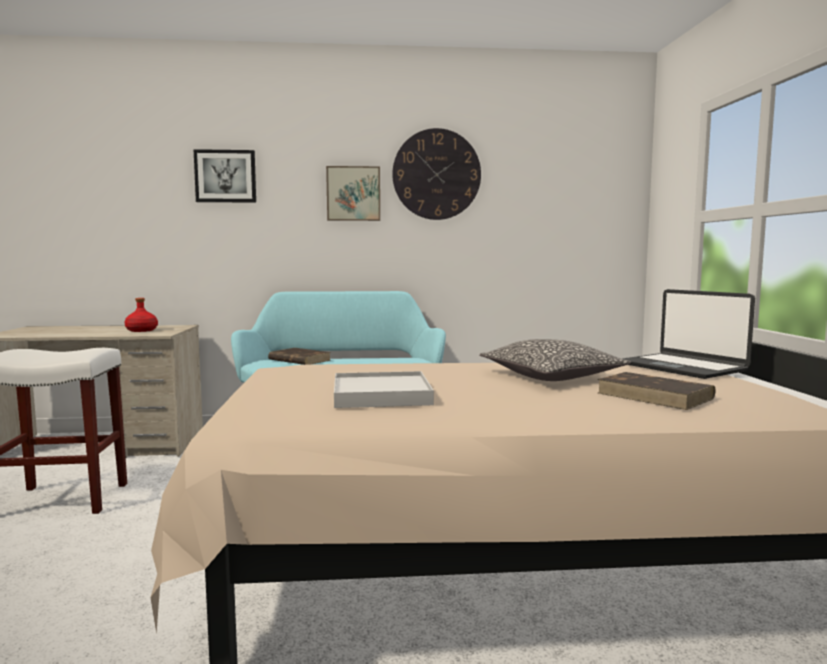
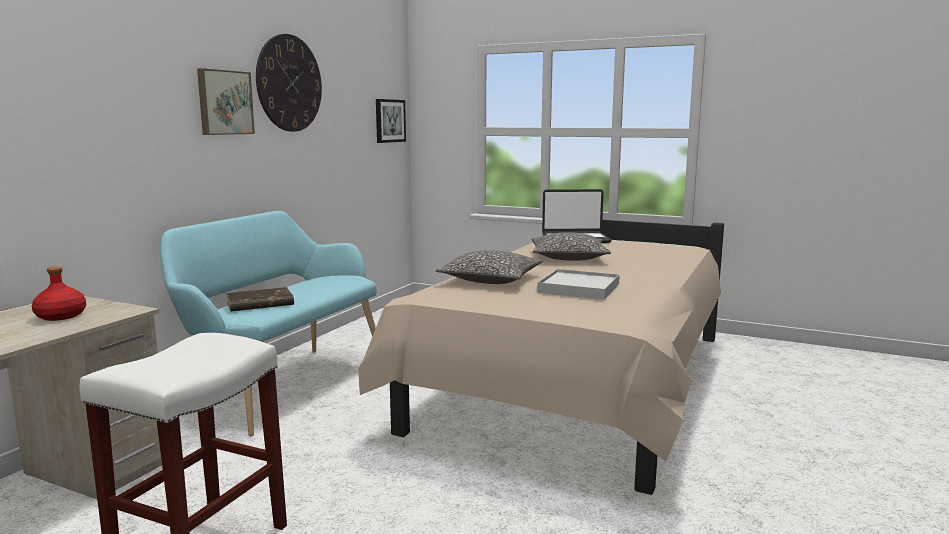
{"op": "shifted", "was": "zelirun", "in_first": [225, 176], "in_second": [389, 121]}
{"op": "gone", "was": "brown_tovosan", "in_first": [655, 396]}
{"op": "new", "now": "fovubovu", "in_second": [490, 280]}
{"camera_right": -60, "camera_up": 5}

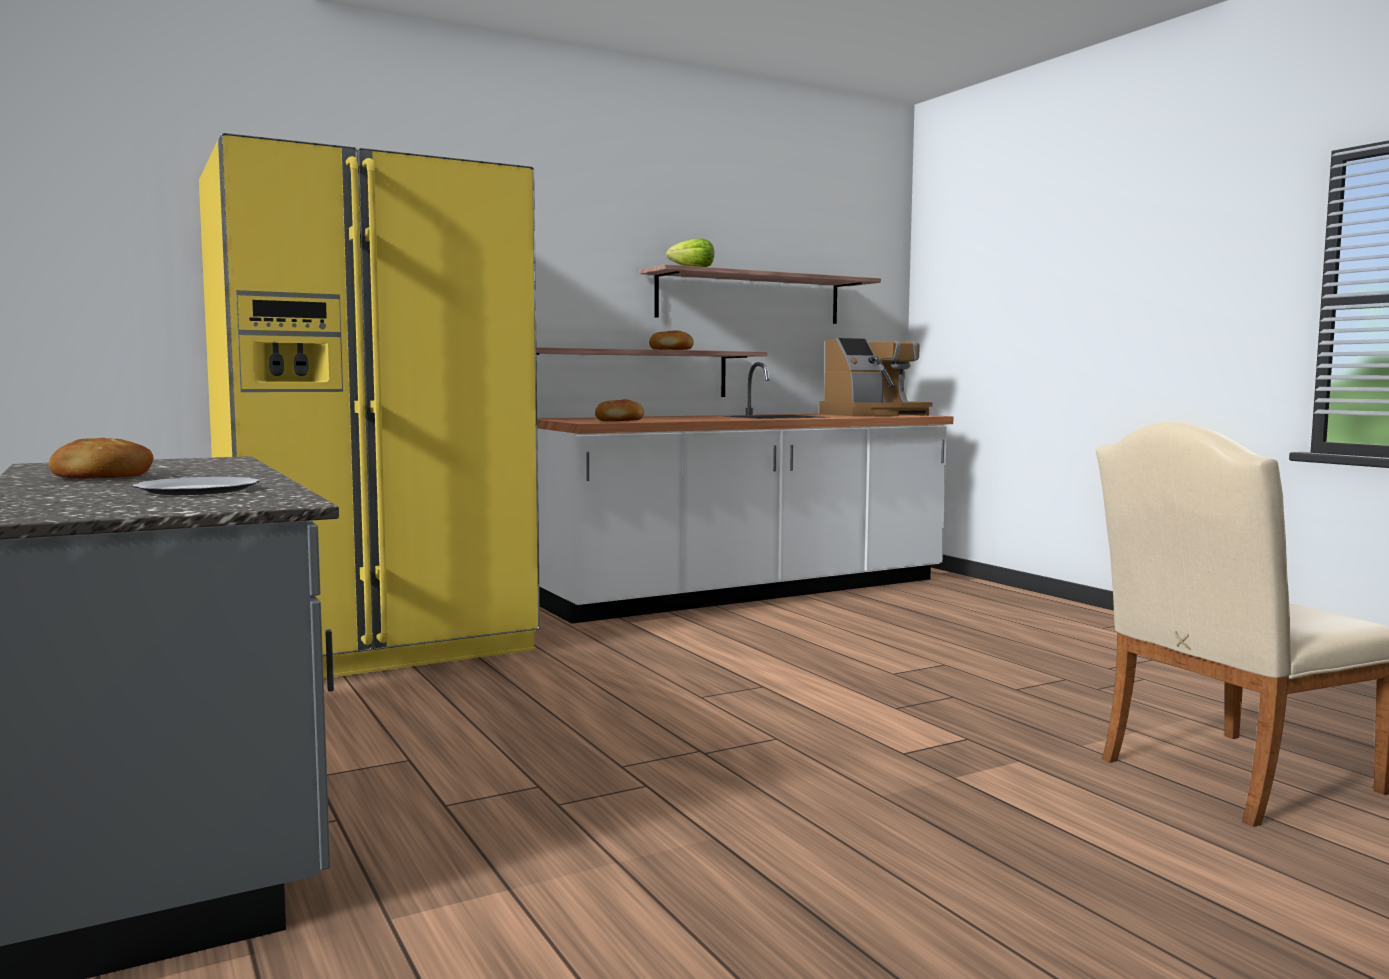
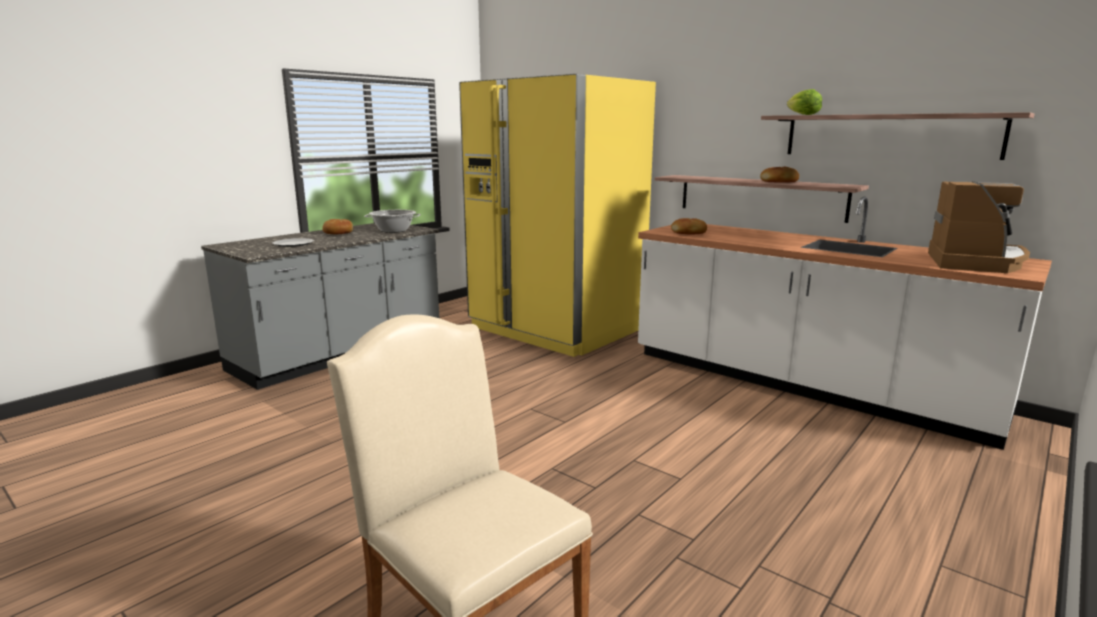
{"op": "rotated", "was": "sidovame", "in_first": [874, 414], "in_second": [976, 262], "clockwise": -105}
{"op": "new", "now": "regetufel", "in_second": [394, 230]}
{"camera_right": 70, "camera_up": 10}

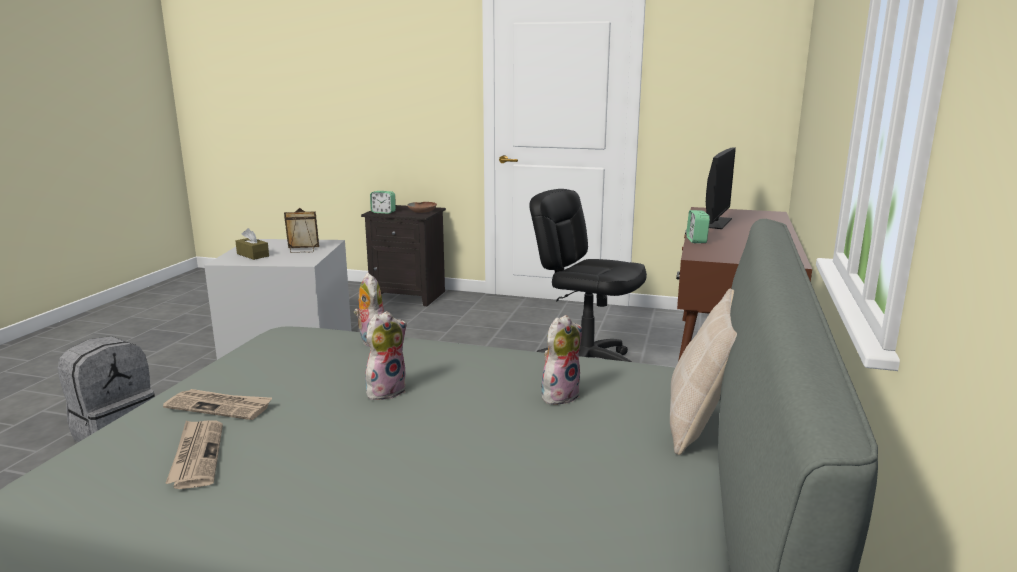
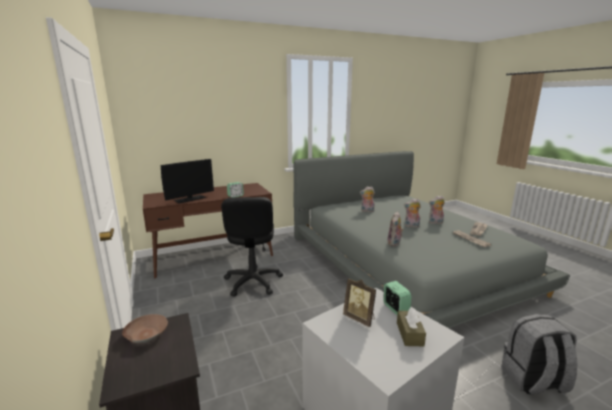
{"op": "rotated", "was": "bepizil", "in_first": [714, 222], "in_second": [190, 199], "clockwise": 150}
{"op": "shifted", "was": "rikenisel", "in_first": [383, 212], "in_second": [395, 309]}
{"op": "gone", "was": "beige_fovubovu", "in_first": [698, 424]}
{"op": "new", "now": "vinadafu", "in_second": [435, 222]}
{"camera_right": -130, "camera_up": 0}

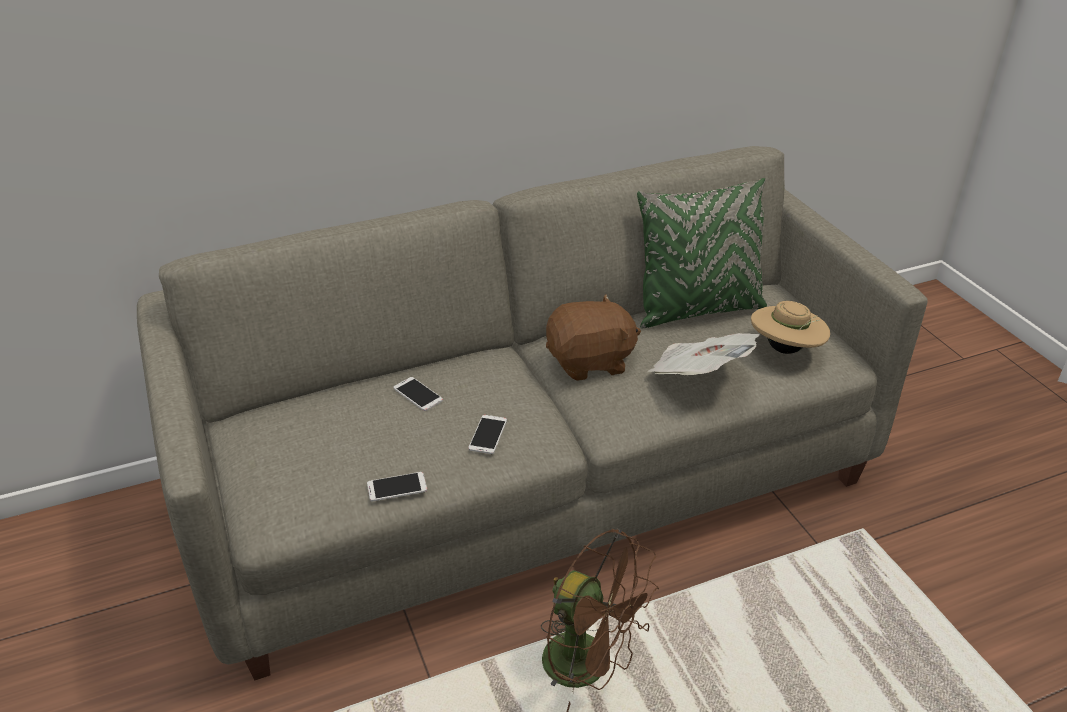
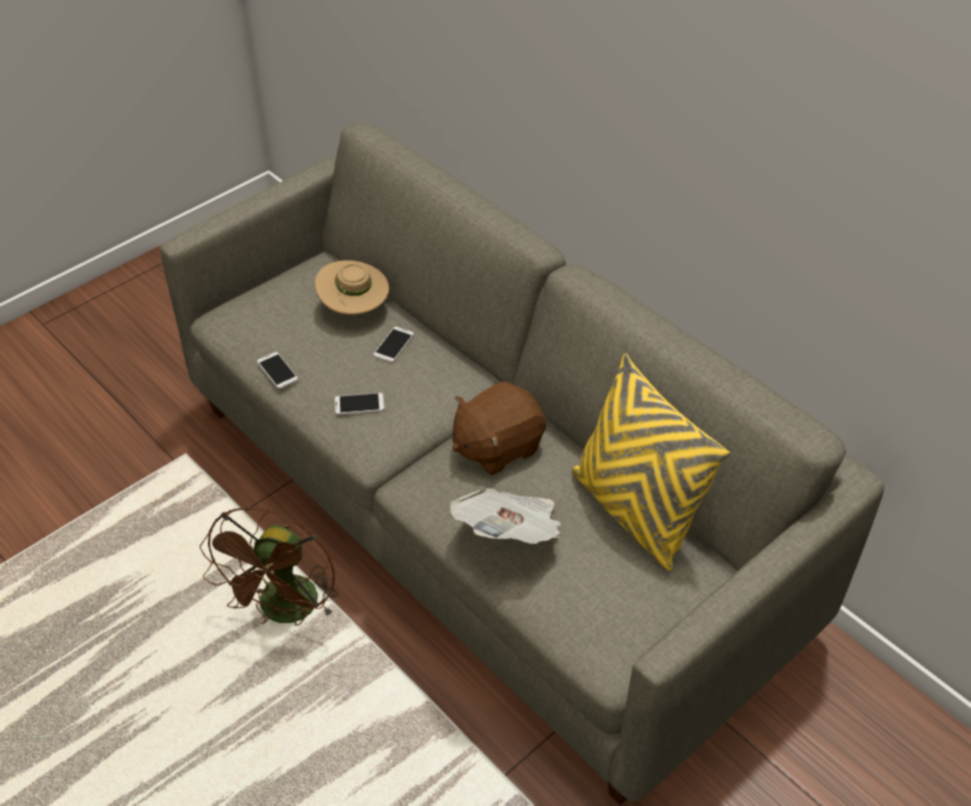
{"op": "repainted", "was": "green_fovubovu", "now": "yellow_fovubovu", "in_first": [697, 309], "in_second": [634, 511]}
{"op": "rotated", "was": "brown_vinadafu", "in_first": [590, 362], "in_second": [497, 446], "clockwise": 90}
{"op": "shifted", "was": "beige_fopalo", "in_first": [785, 350], "in_second": [354, 308]}
{"camera_right": 70, "camera_up": 10}

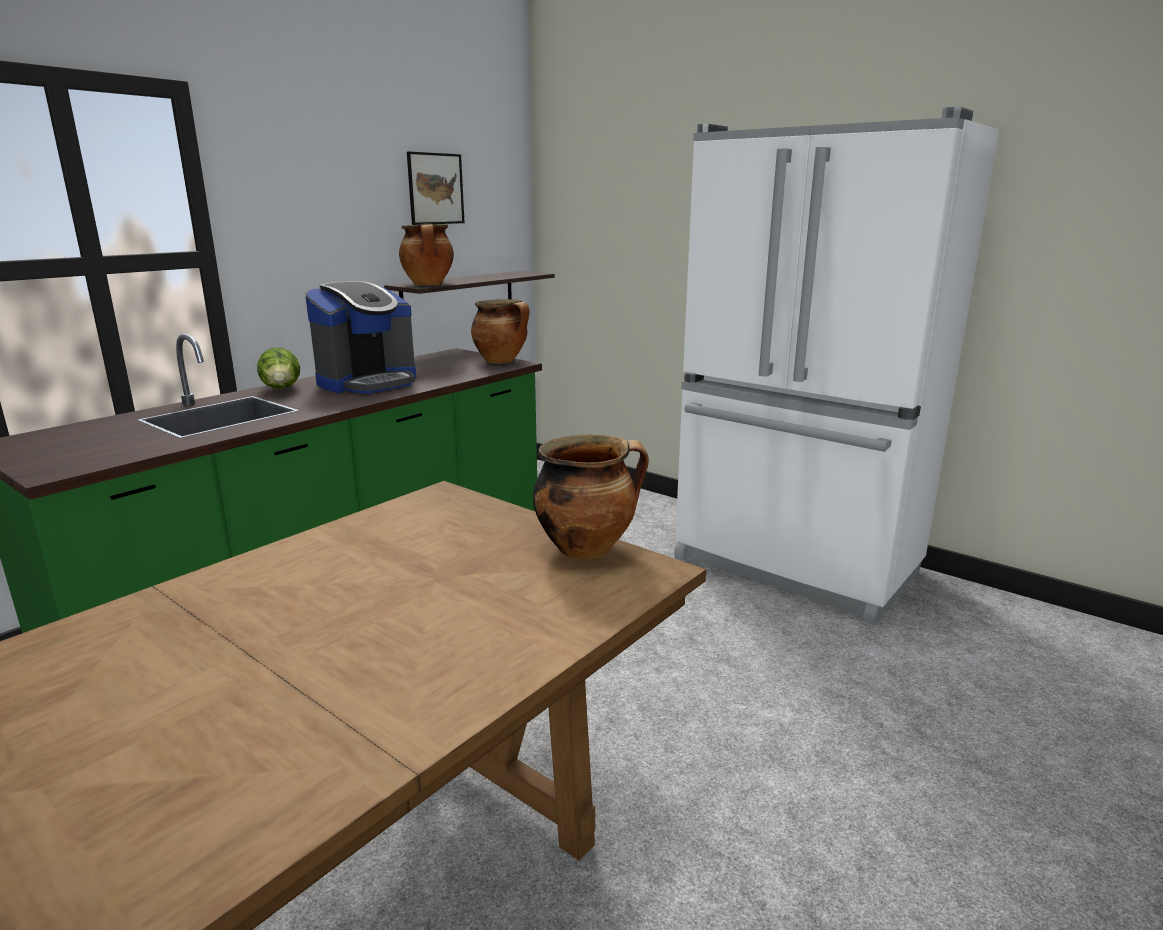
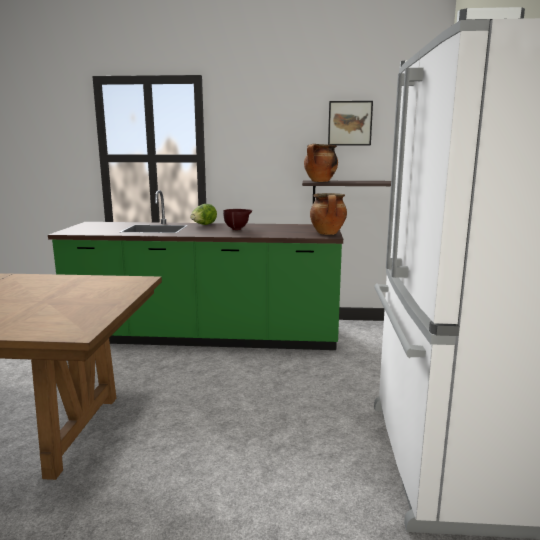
{"op": "swapped", "was": "sidovame", "now": "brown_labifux", "in_first": [368, 382], "in_second": [238, 229]}
{"op": "gone", "was": "regetufel", "in_first": [587, 548]}
{"camera_right": 55, "camera_up": -5}

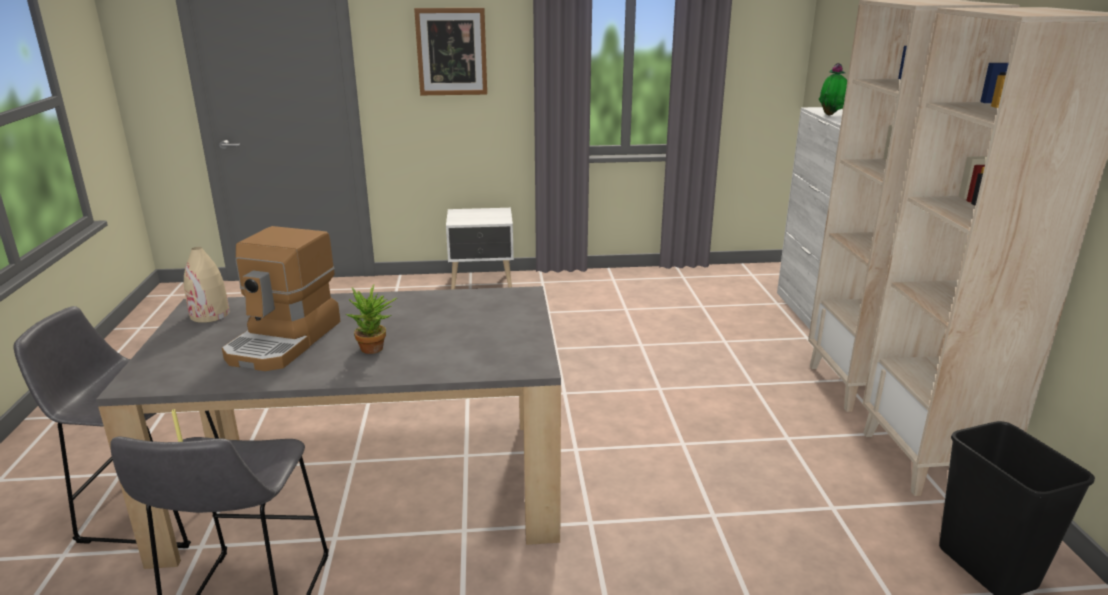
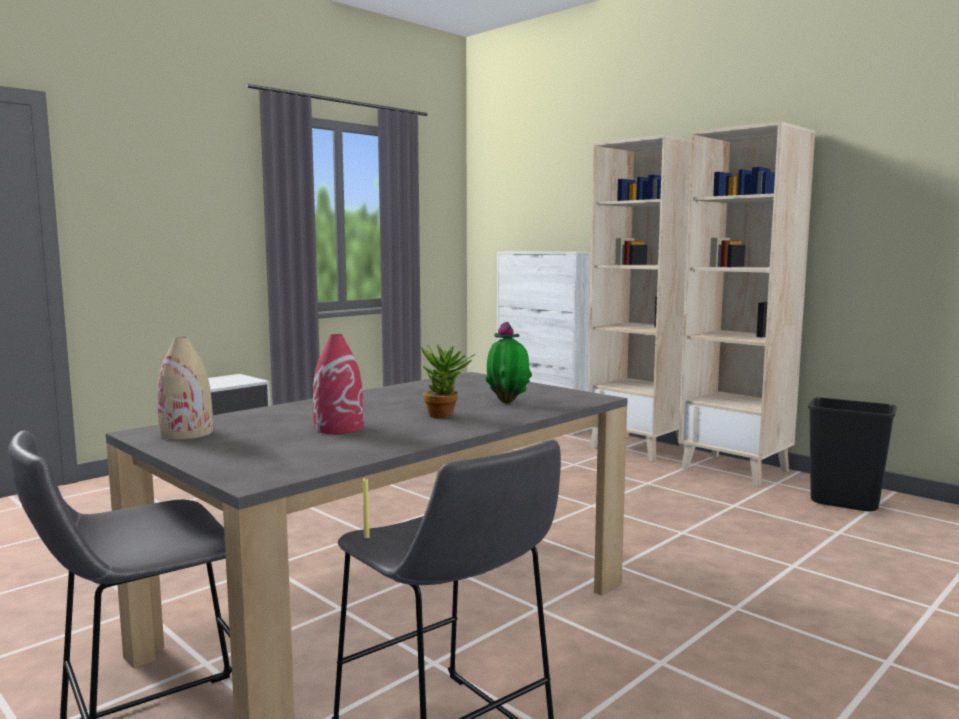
{"op": "gone", "was": "zelirun", "in_first": [451, 52]}
{"op": "shifted", "was": "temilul", "in_first": [831, 115], "in_second": [508, 402]}
{"op": "swapped", "was": "sidovame", "now": "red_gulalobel", "in_first": [285, 341], "in_second": [339, 428]}
{"camera_right": -40, "camera_up": -15}

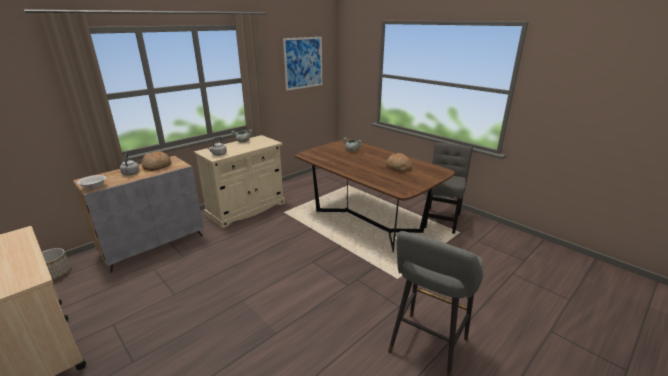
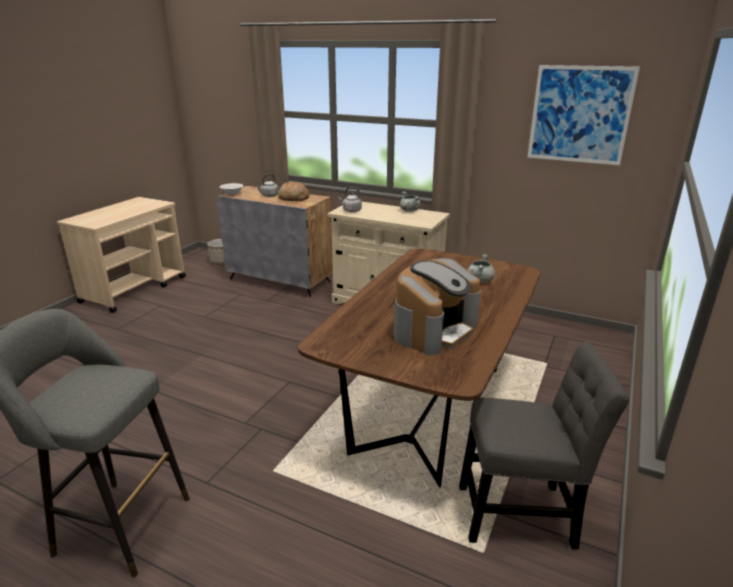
{"op": "swapped", "was": "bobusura", "now": "sidovame", "in_first": [398, 167], "in_second": [434, 330]}
{"camera_right": 70, "camera_up": 0}

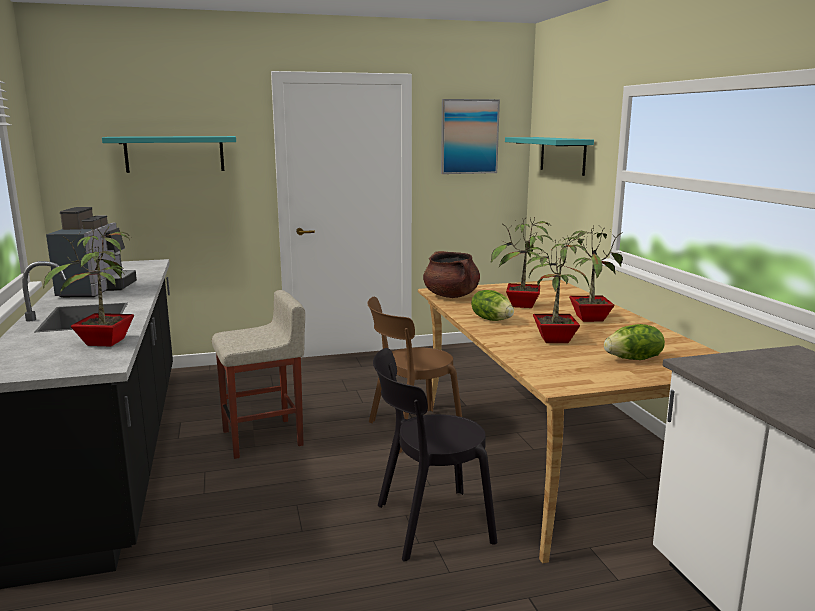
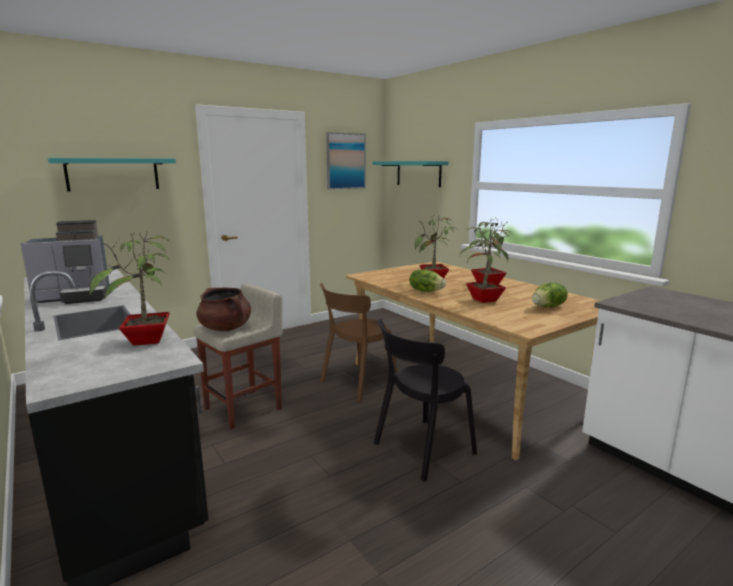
{"op": "rotated", "was": "sidovame", "in_first": [96, 289], "in_second": [76, 297], "clockwise": 90}
{"op": "shifted", "was": "brown_regetufel", "in_first": [451, 296], "in_second": [226, 328]}
{"camera_right": -20, "camera_up": 0}

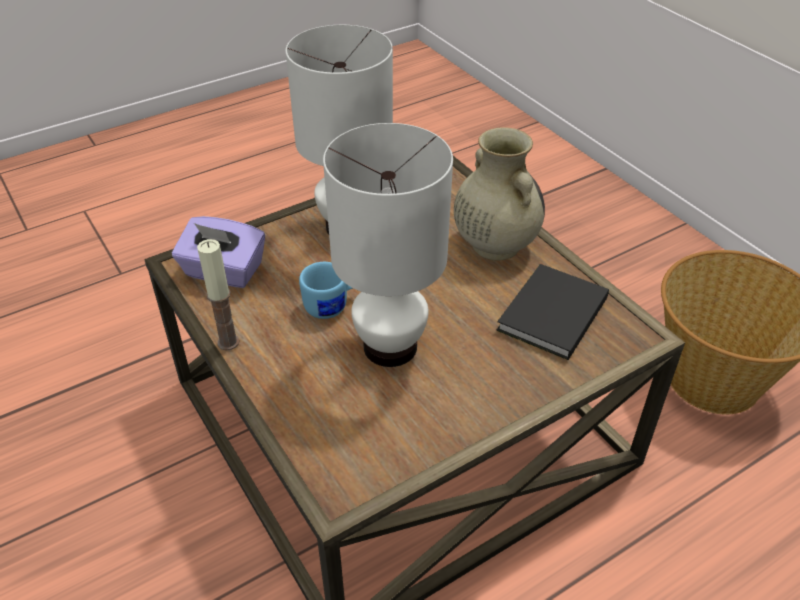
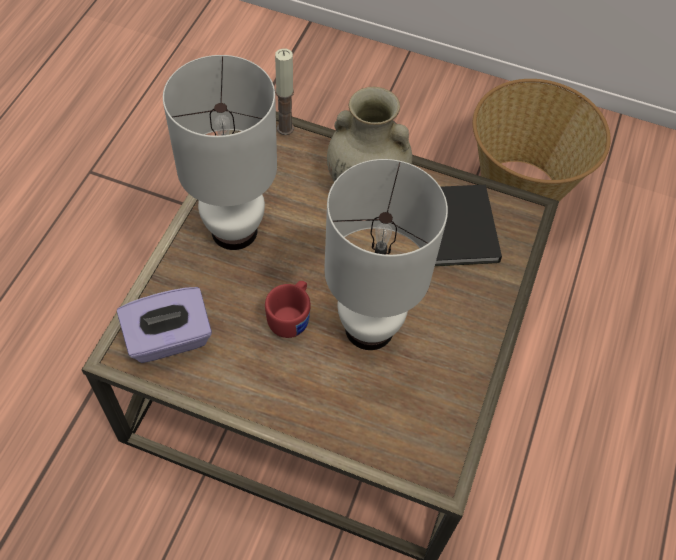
{"op": "shifted", "was": "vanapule", "in_first": [228, 342], "in_second": [285, 128]}
{"op": "repainted", "was": "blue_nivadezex", "now": "red_nivadezex", "in_first": [332, 305], "in_second": [292, 317]}
{"camera_right": -40, "camera_up": 15}

